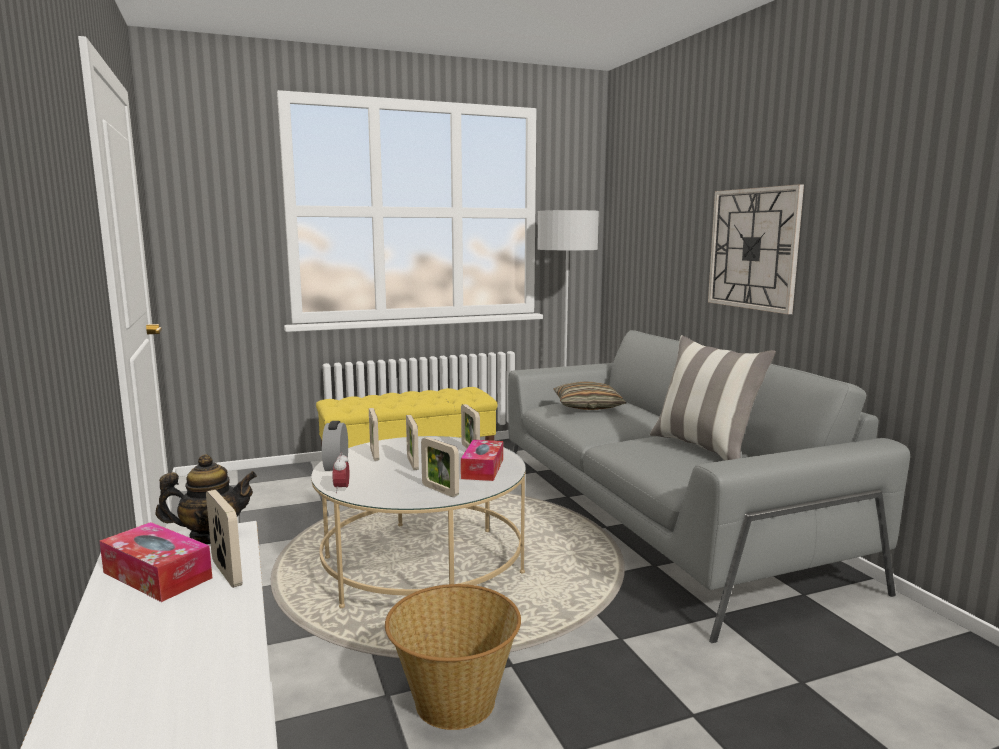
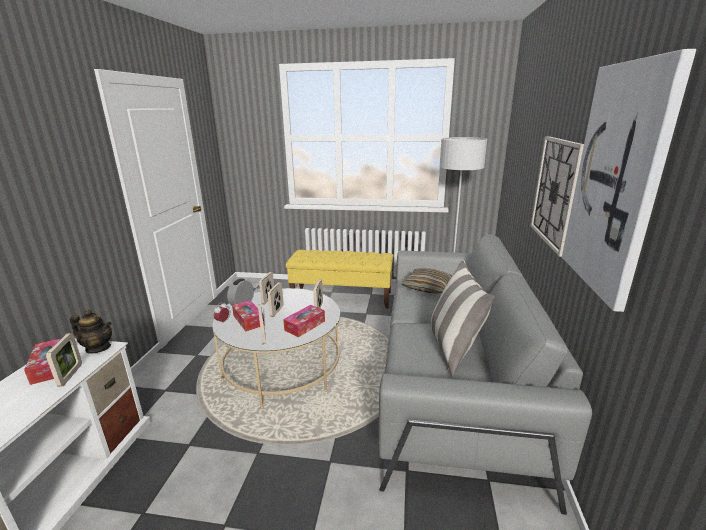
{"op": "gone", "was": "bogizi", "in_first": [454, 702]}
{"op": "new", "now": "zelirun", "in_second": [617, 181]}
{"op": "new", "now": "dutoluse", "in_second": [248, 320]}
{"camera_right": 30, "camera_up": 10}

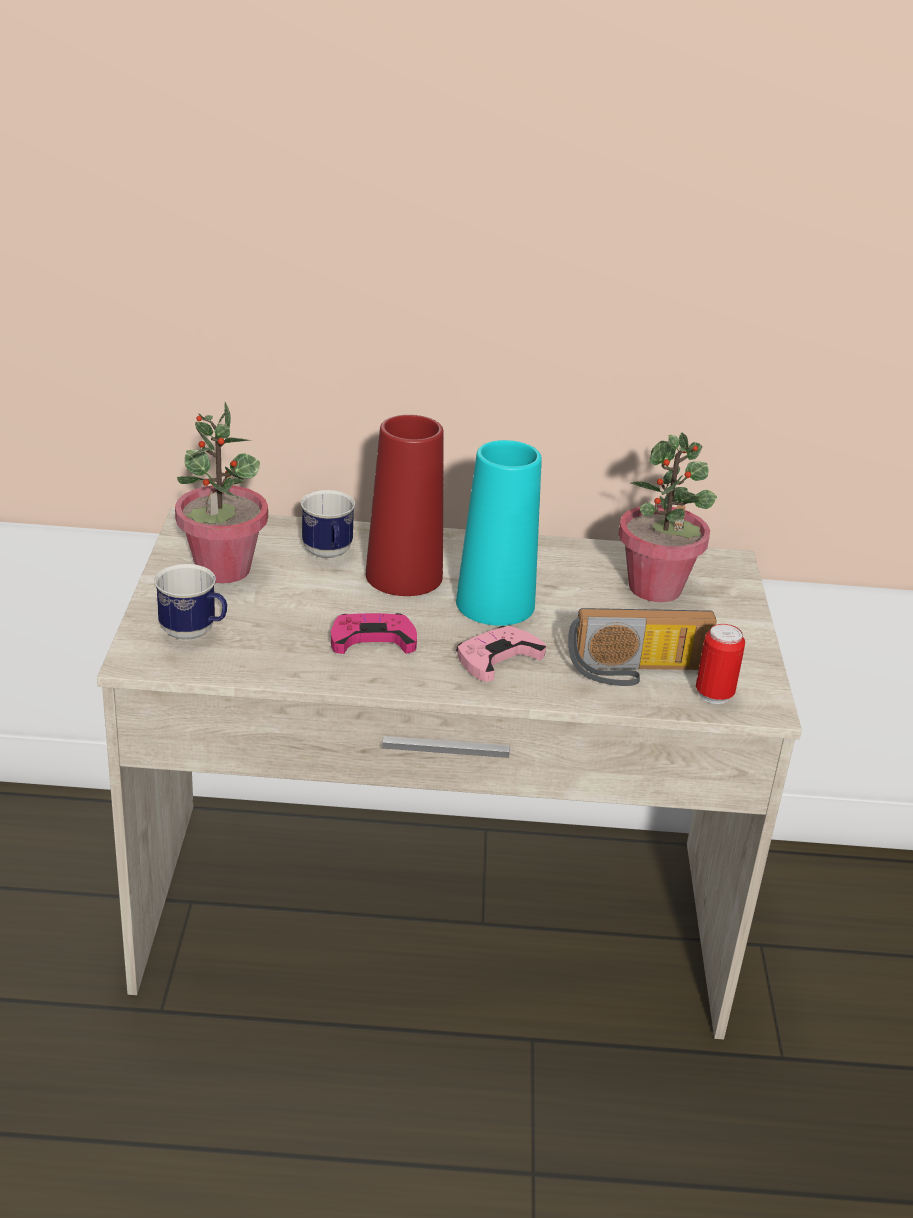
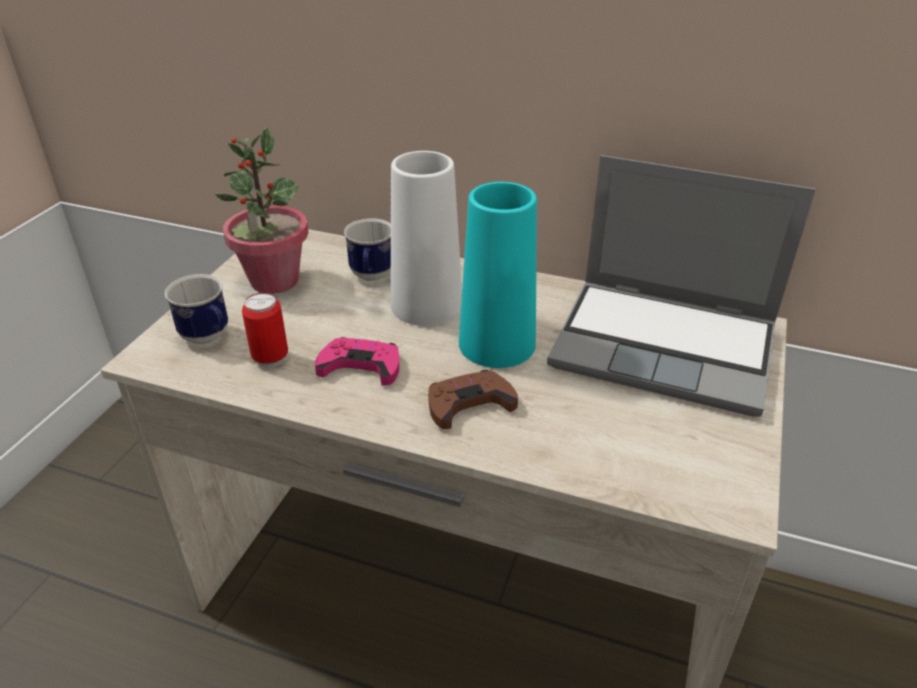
{"op": "repainted", "was": "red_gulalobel", "now": "white_gulalobel", "in_first": [404, 576], "in_second": [426, 305]}
{"op": "swapped", "was": "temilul", "now": "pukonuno", "in_first": [655, 588], "in_second": [667, 347]}
{"op": "gone", "was": "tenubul", "in_first": [637, 672]}
{"op": "shifted", "was": "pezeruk", "in_first": [714, 695], "in_second": [270, 358]}
{"op": "repainted", "was": "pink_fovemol", "now": "brown_fovemol", "in_first": [497, 658], "in_second": [469, 403]}
{"camera_right": 20, "camera_up": 5}

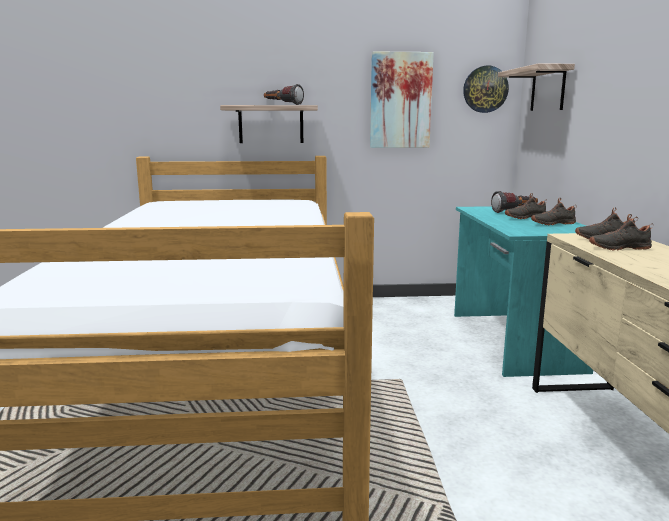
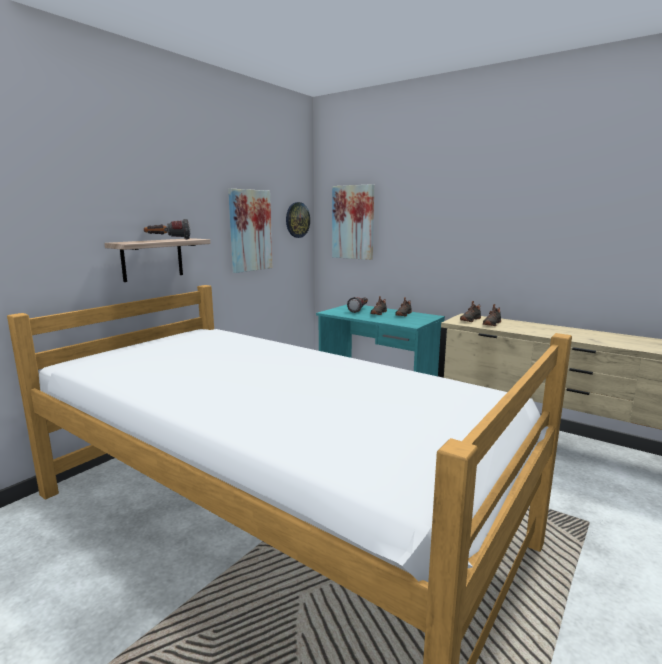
{"op": "swapped", "was": "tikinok", "now": "zelirun", "in_first": [548, 89], "in_second": [353, 222]}
{"camera_right": -50, "camera_up": 0}

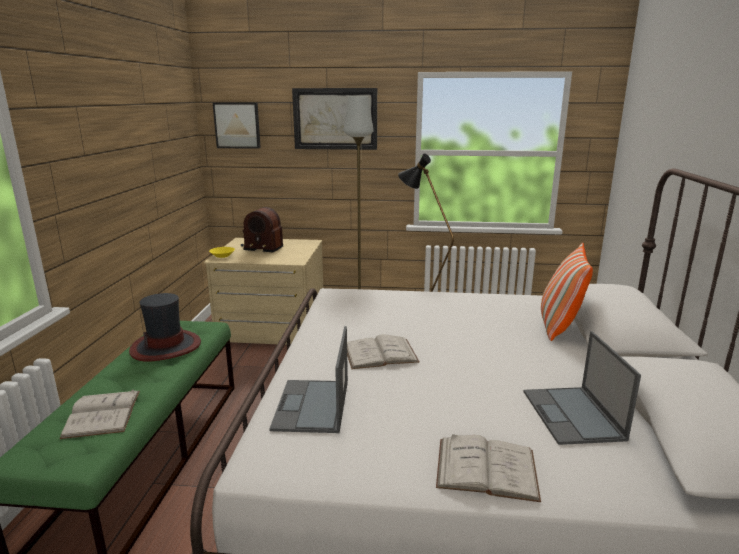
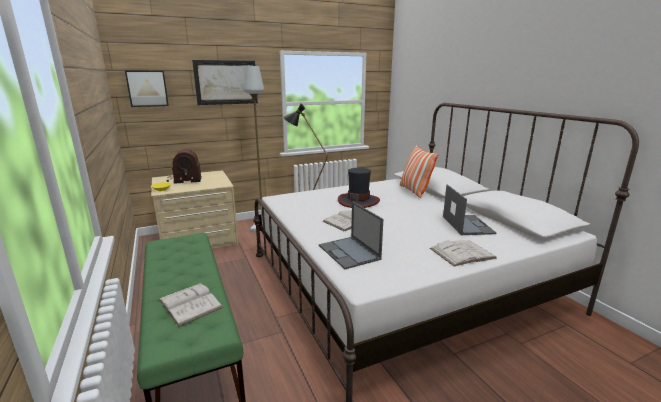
{"op": "shifted", "was": "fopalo", "in_first": [166, 346], "in_second": [358, 201]}
{"op": "rotated", "was": "pukonuno", "in_first": [573, 415], "in_second": [467, 225], "clockwise": -150}
{"camera_right": -30, "camera_up": 0}

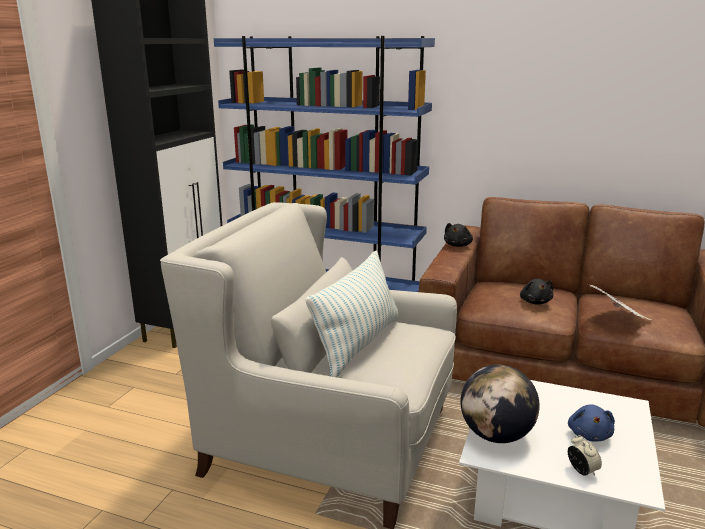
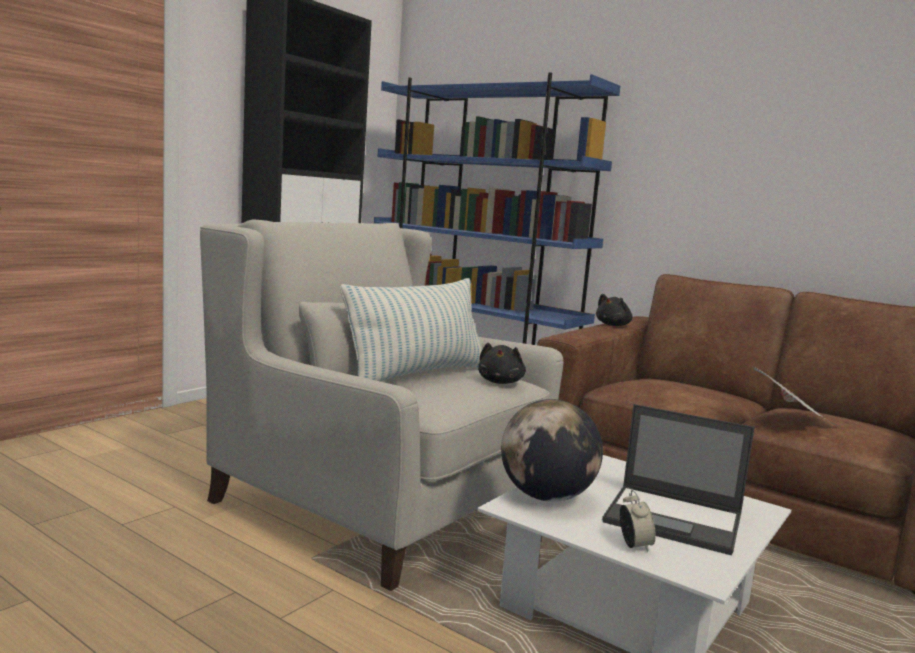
{"op": "shifted", "was": "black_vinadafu", "in_first": [535, 302], "in_second": [500, 382]}
{"op": "swapped", "was": "blue_vinadafu", "now": "pukonuno", "in_first": [589, 434], "in_second": [675, 519]}
{"camera_right": 15, "camera_up": -10}

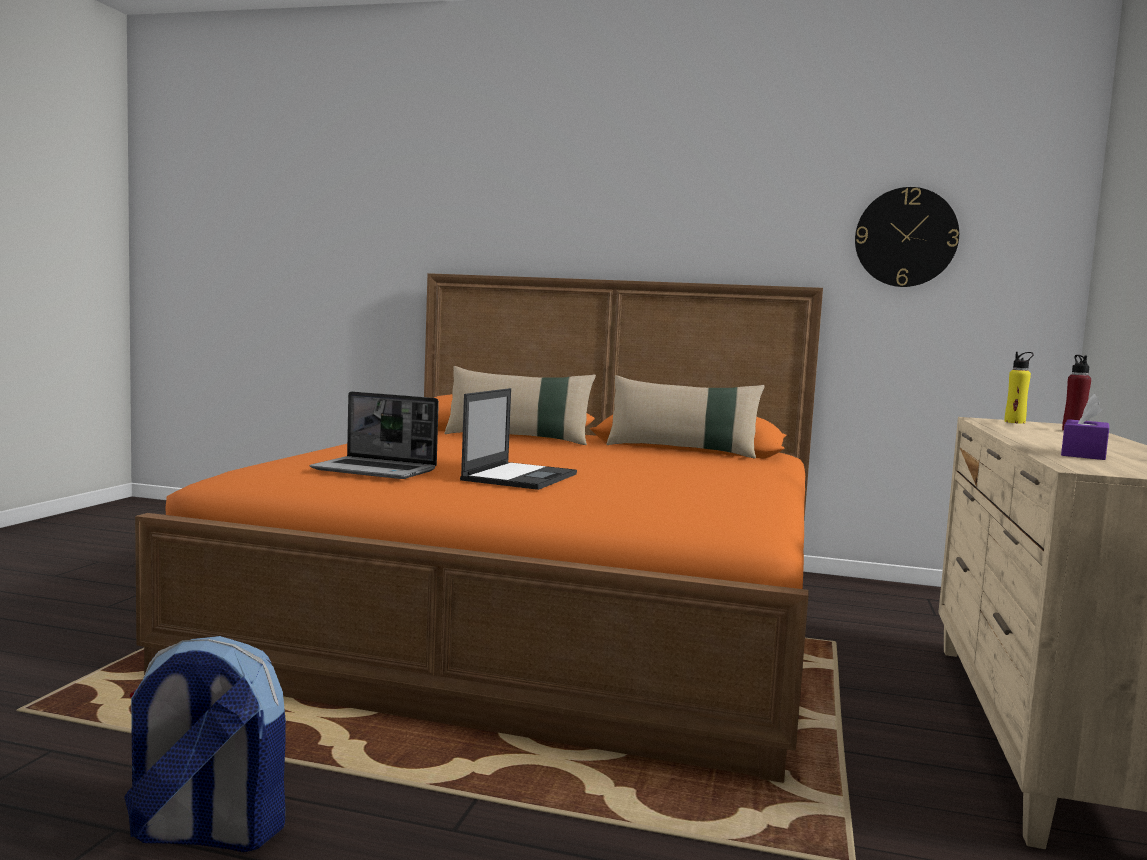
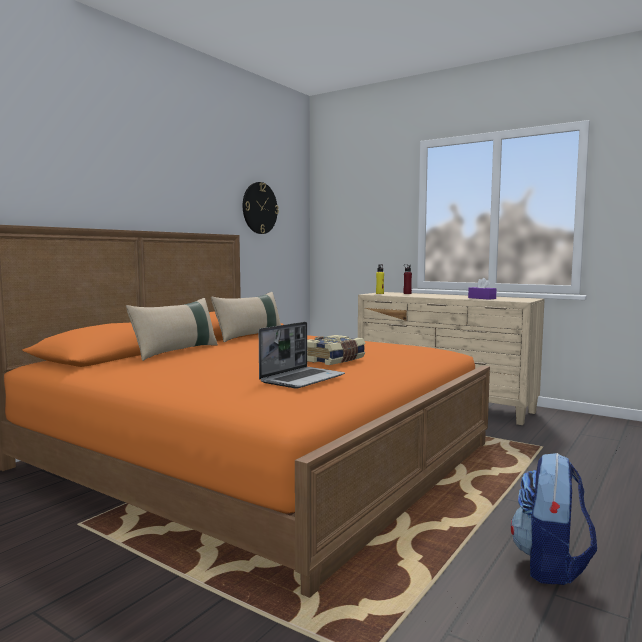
{"op": "swapped", "was": "pukonuno", "now": "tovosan", "in_first": [520, 477], "in_second": [334, 360]}
{"camera_right": -70, "camera_up": 0}

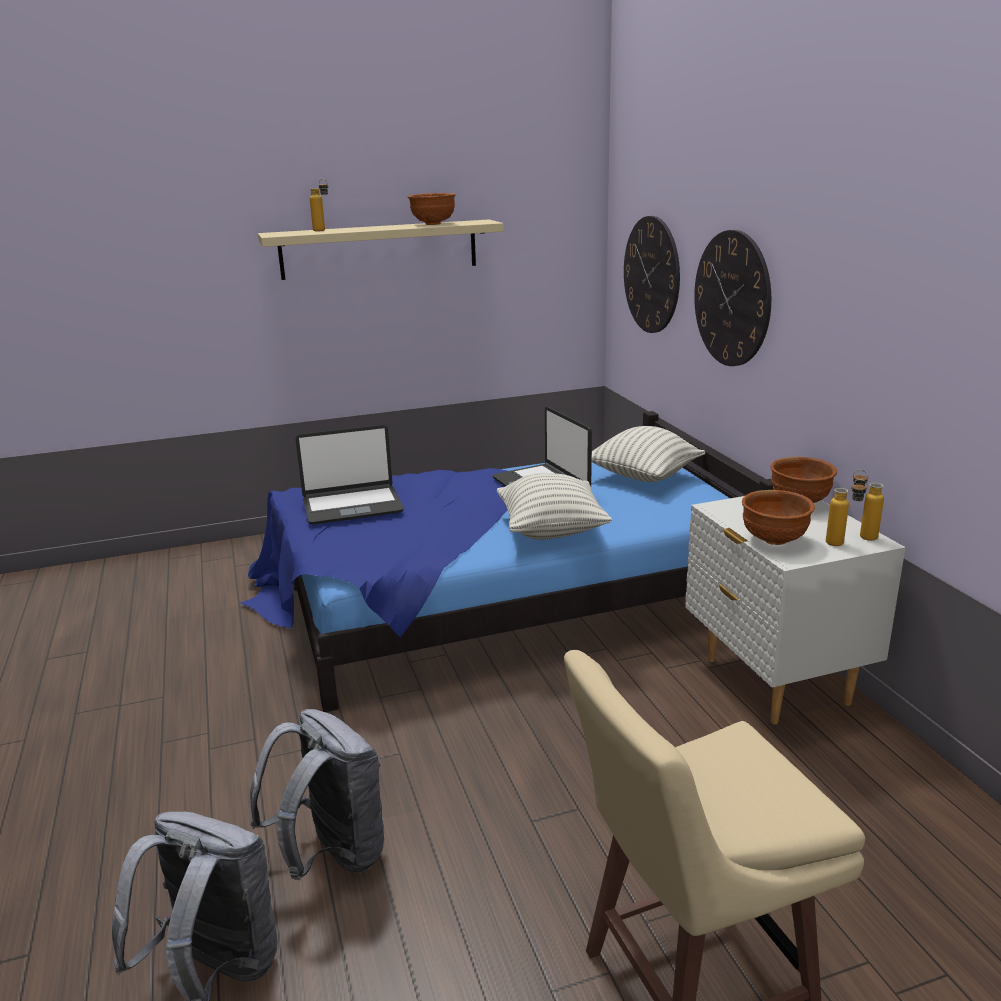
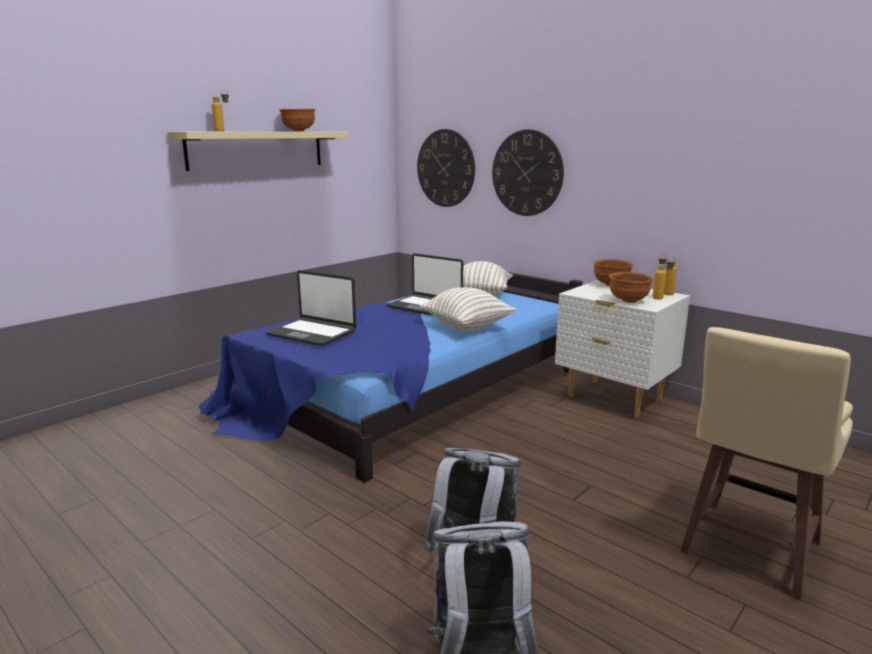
{"op": "rotated", "was": "pukonuno", "in_first": [352, 506], "in_second": [312, 333], "clockwise": 75}
{"camera_right": -30, "camera_up": -5}

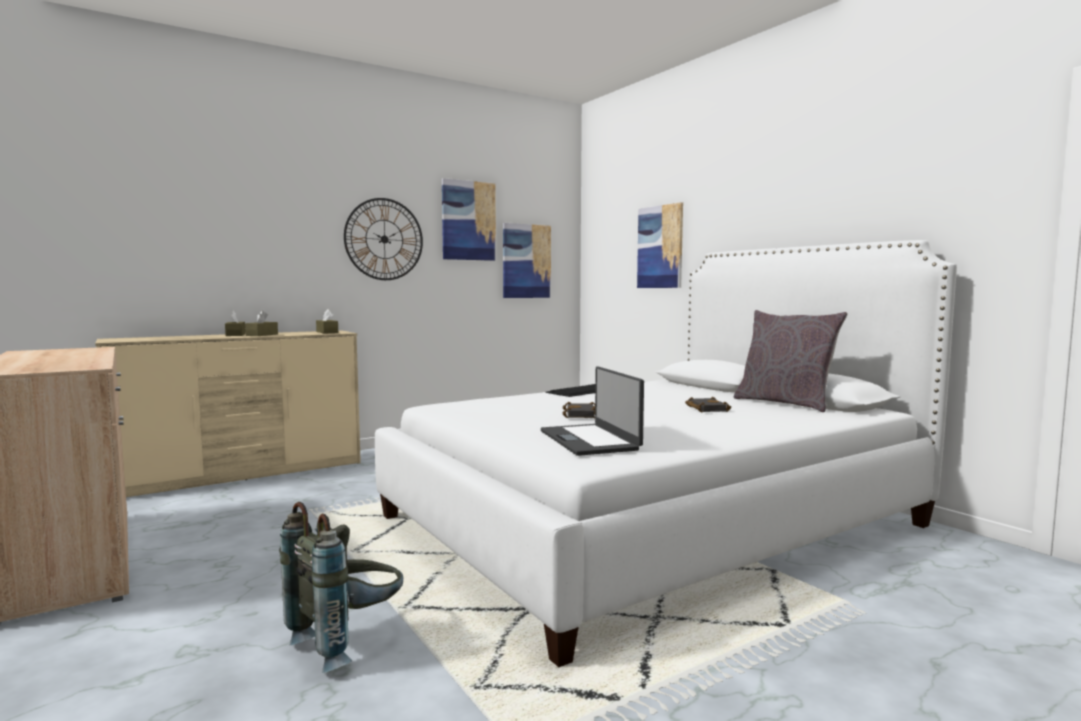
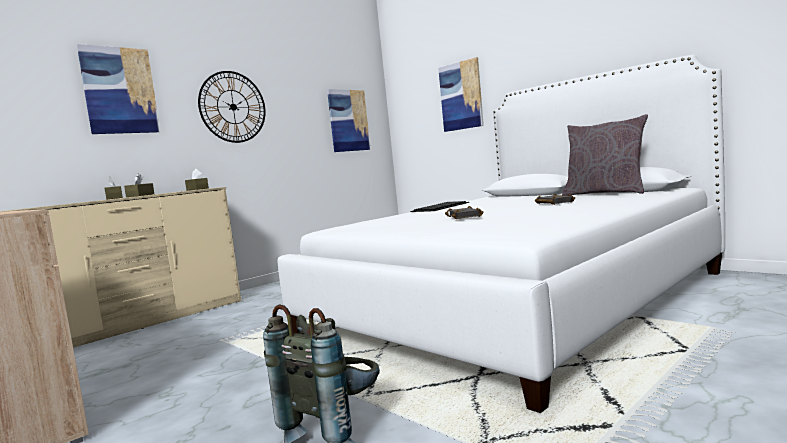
{"op": "shifted", "was": "zelirun", "in_first": [468, 220], "in_second": [120, 90]}
{"op": "gone", "was": "pukonuno", "in_first": [590, 440]}
{"camera_right": -10, "camera_up": 0}

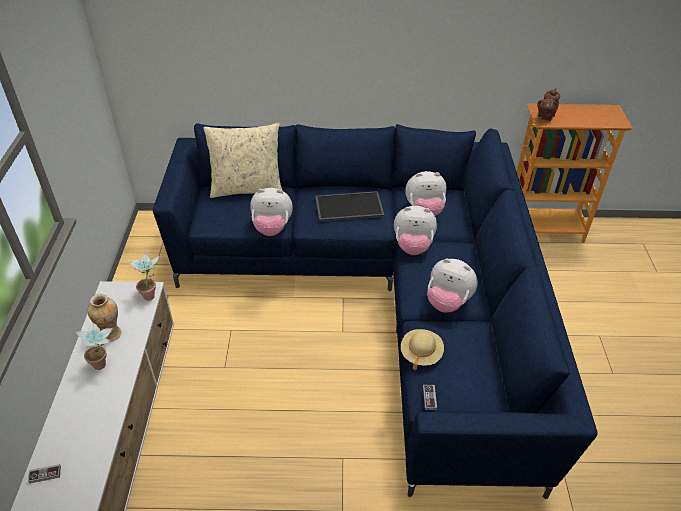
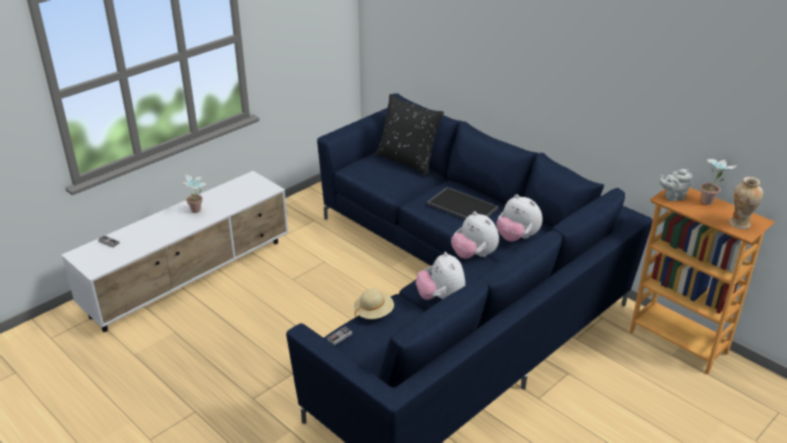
{"op": "repainted", "was": "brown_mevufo", "now": "grey_mevufo", "in_first": [545, 117], "in_second": [672, 197]}
{"op": "repainted", "was": "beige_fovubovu", "now": "black_fovubovu", "in_first": [247, 188], "in_second": [408, 161]}
{"op": "gone", "was": "vinadafu", "in_first": [272, 228]}
{"op": "shifted", "was": "temilul", "in_first": [152, 294], "in_second": [710, 201]}
{"op": "shifted", "was": "gulalobel", "in_first": [111, 334], "in_second": [739, 224]}
{"camera_right": 45, "camera_up": -10}

